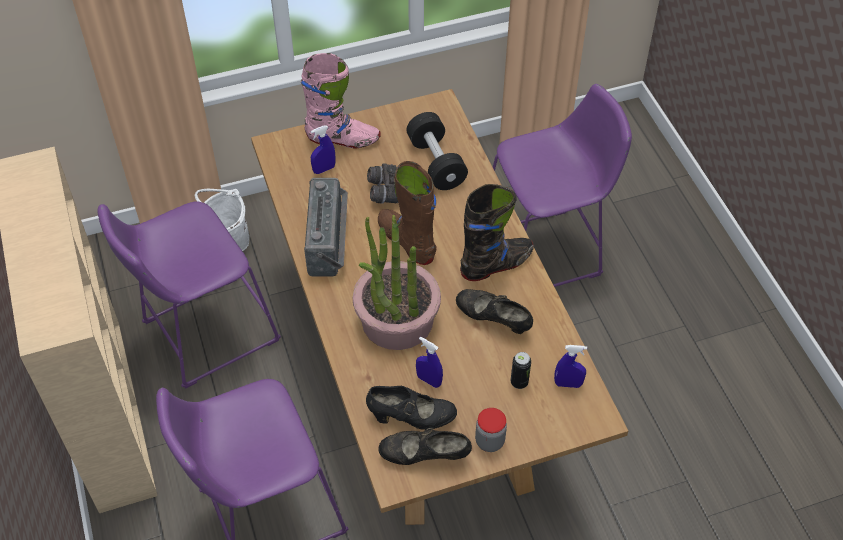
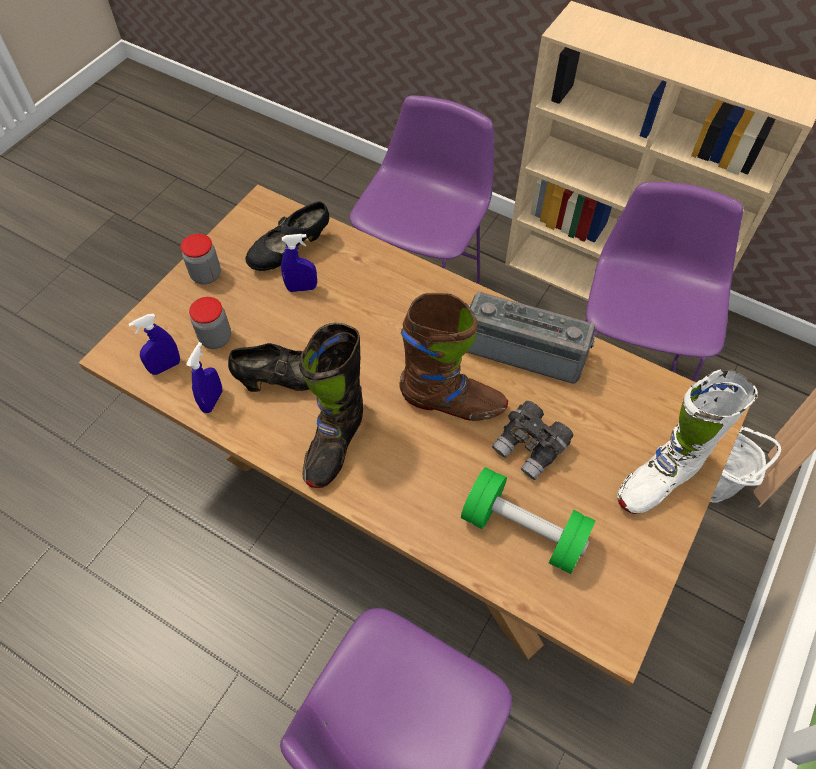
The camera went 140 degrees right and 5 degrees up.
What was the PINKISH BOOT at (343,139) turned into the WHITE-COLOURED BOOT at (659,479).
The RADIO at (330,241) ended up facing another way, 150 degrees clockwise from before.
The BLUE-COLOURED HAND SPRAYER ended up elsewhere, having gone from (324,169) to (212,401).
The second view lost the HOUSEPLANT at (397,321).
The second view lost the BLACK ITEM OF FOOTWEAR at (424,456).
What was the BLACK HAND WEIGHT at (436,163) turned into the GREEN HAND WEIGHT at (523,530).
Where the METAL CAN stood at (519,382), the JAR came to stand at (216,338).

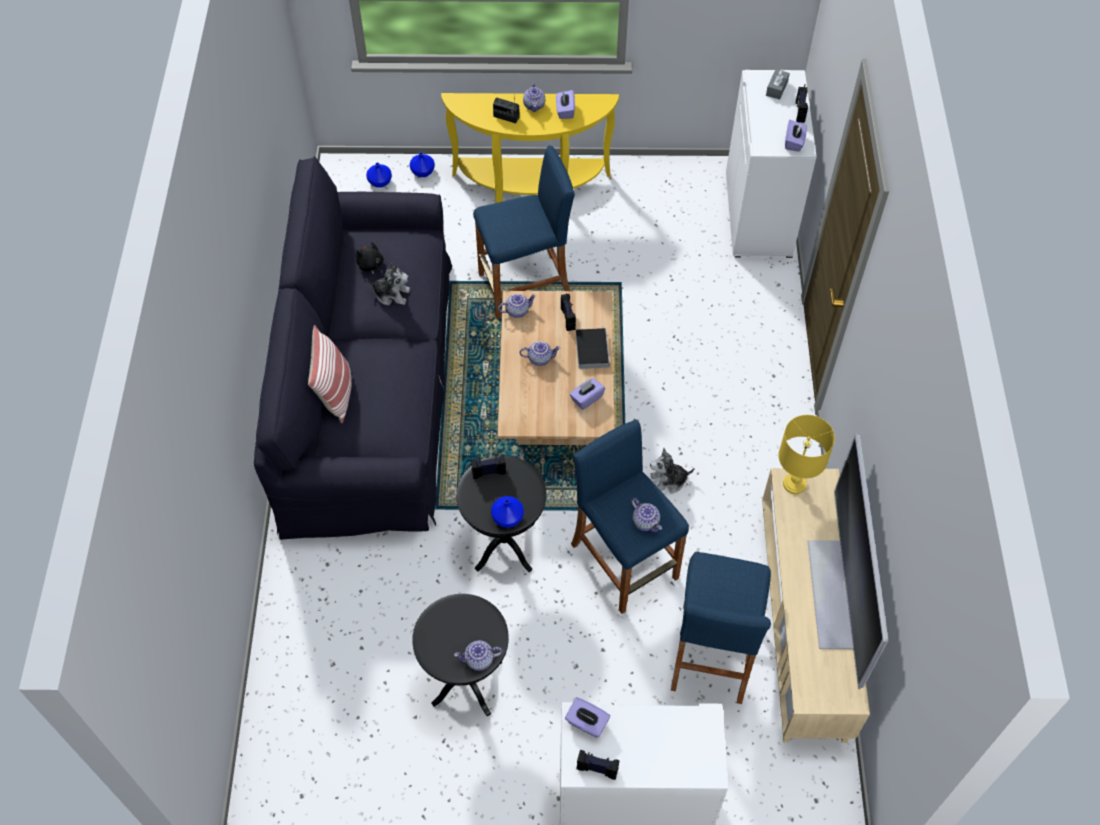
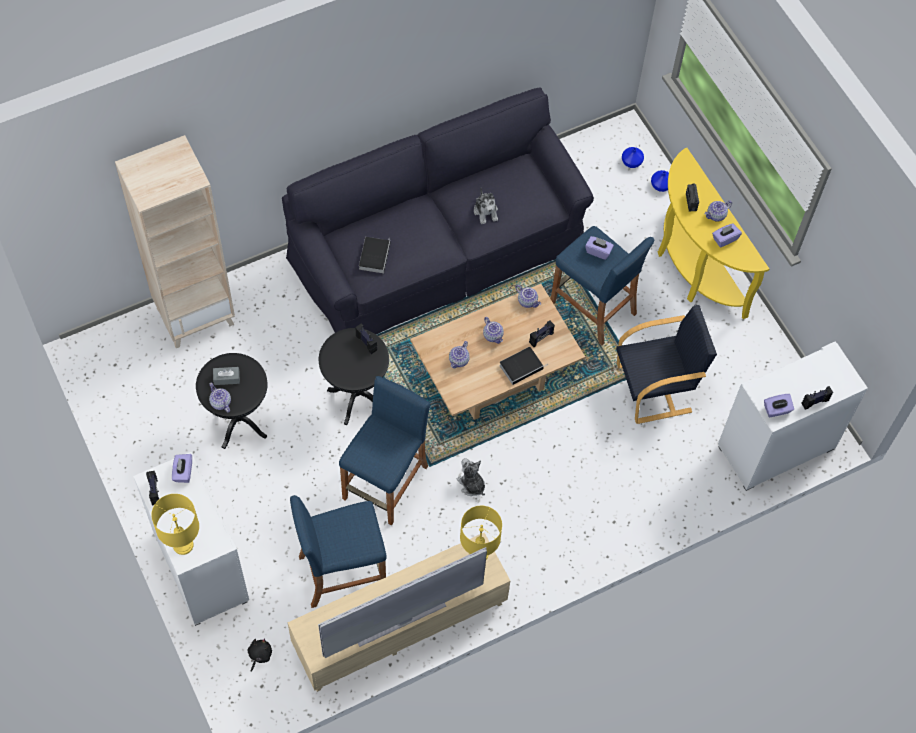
The camera went 60 degrees right and 5 degrees up.
The second view lost the THROW PILLOW at (335,393).
The BLACK PLUSH TOY ended up elsewhere, having gone from (371,266) to (259,655).
The second view lost the BLUE-COLOURED FLOWER VASE at (508,517).
The PURPLE BOX OF TISSUES ended up elsewhere, having gone from (586,398) to (598,251).
The TEAPOT ended up elsewhere, having gone from (646,522) to (459,360).
The GREY BOX OF TISSUES ended up elsewhere, having gone from (776,88) to (226,378).
The second view gained the BEIGE BOOKCASE at (195,315).
The second view gained the YELLOW-COLOURED LAMP FOR A TABLE at (183,544).
The second view gained the BOOK at (374,255).
The second view gained the BLACK ARMCHAIR at (655,388).

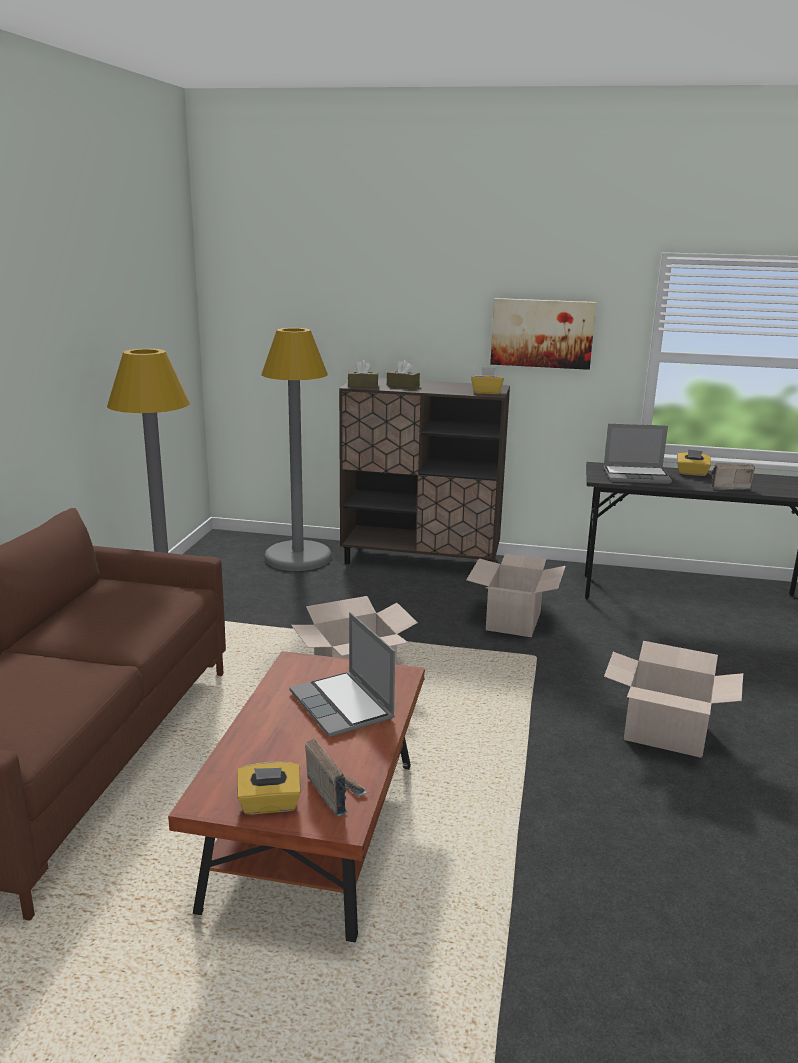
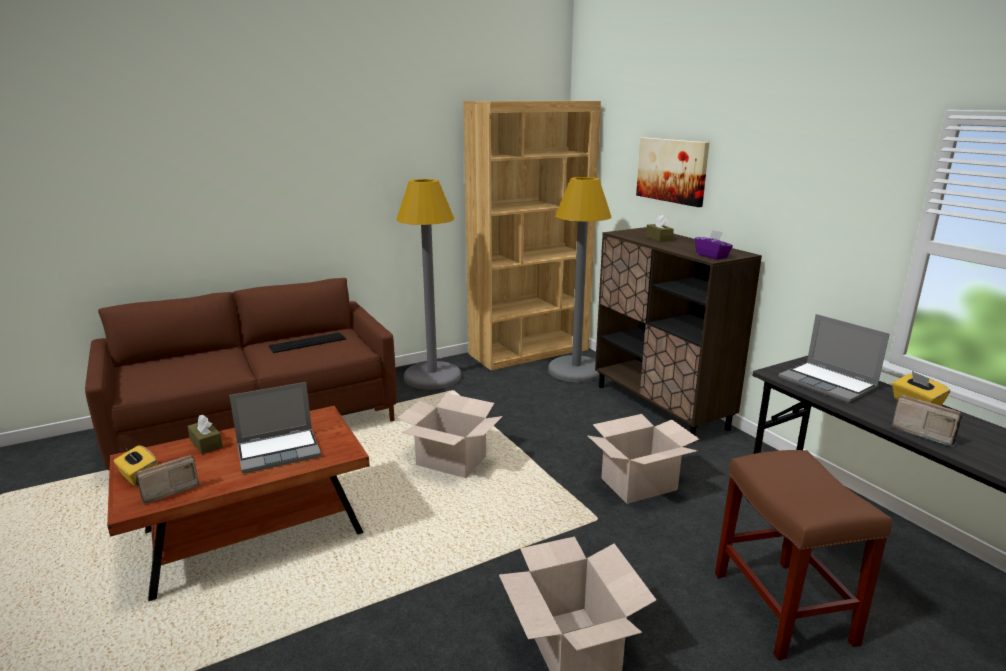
The camera went 50 degrees right and 0 degrees up.
The NOTEBOOK COMPUTER at (343,706) ended up facing another way, 135 degrees counterclockwise from before.
The RADIO at (335,791) ended up facing another way, 150 degrees counterclockwise from before.
The BROWNISH BOX OF TISSUES ended up elsewhere, having gone from (363,385) to (206,444).
What was the YELLOW-COLOURED BOX OF TISSUES at (486,392) turned into the PURPLE BOX OF TISSUES at (712,256).
The WALL PICTURE ended up elsewhere, having gone from (542,333) to (672,170).
The second view gained the KEYBOARD at (307,342).
The second view gained the BROWNISH BOOKCASE at (529,351).
The second view gained the BROWNISH STOOL at (780,606).

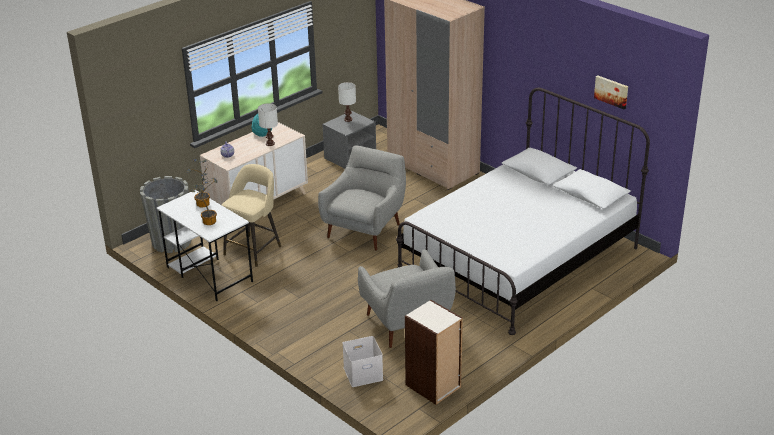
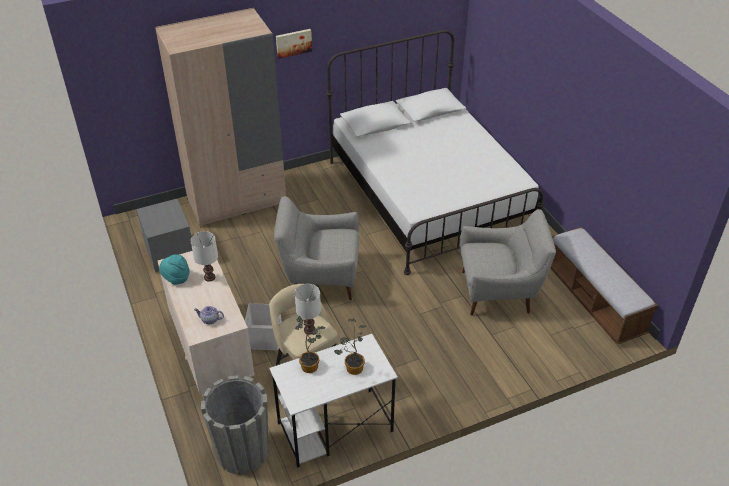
The camera went 70 degrees left and 10 degrees up.
The GREY ARMCHAIR at (365,229) ended up facing another way, 45 degrees counterclockwise from before.
The WHITE-COLOURED LAMP FOR A TABLE ended up elsewhere, having gone from (347,119) to (309,330).
The WHITE-COLOURED STORAGE CONTAINER ended up elsewhere, having gone from (362,374) to (265,338).
Where the BOOKCASE stood at (433,386), the INDOOR BENCH came to stand at (594,300).
The WALL PICTURE ended up elsewhere, having gone from (611,91) to (293,43).

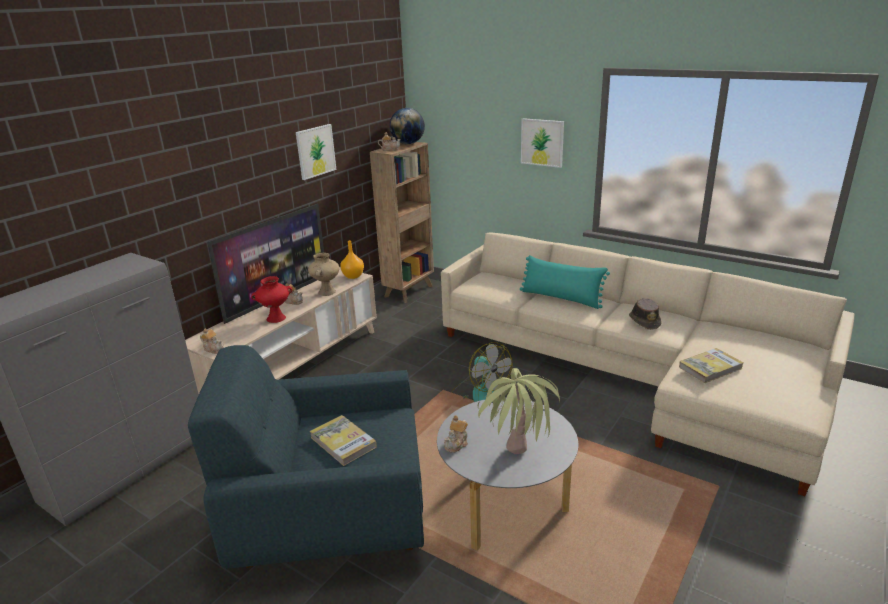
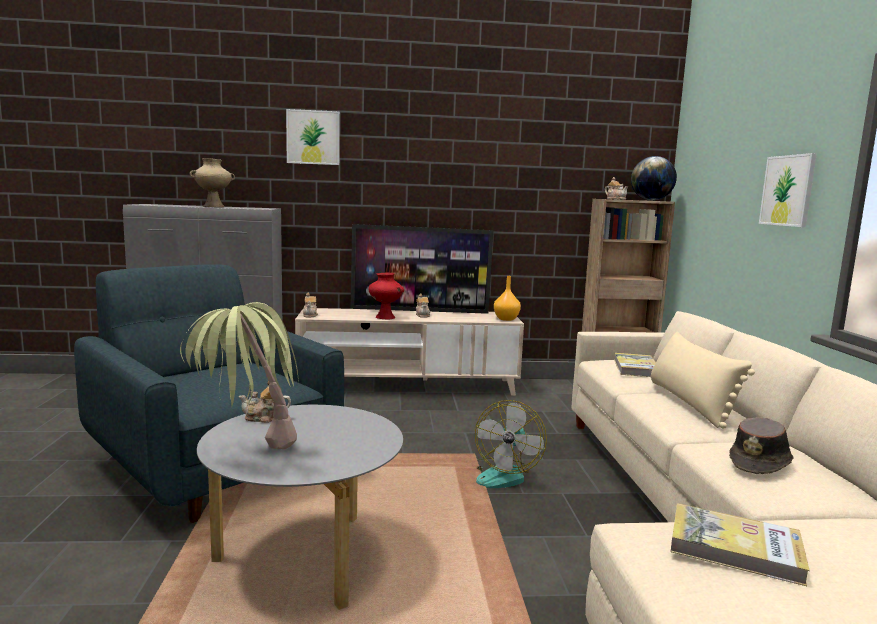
The camera went 50 degrees right and 15 degrees down.
The WALL PICTURE ended up elsewhere, having gone from (315,151) to (313,137).
The BEIGE FLOWER VASE ended up elsewhere, having gone from (326,292) to (214,206).
The BOOK ended up elsewhere, having gone from (343,442) to (636,368).
What was the BLUE-GREEN THROW PILLOW at (561,298) turned into the BEIGE THROW PILLOW at (690,403).

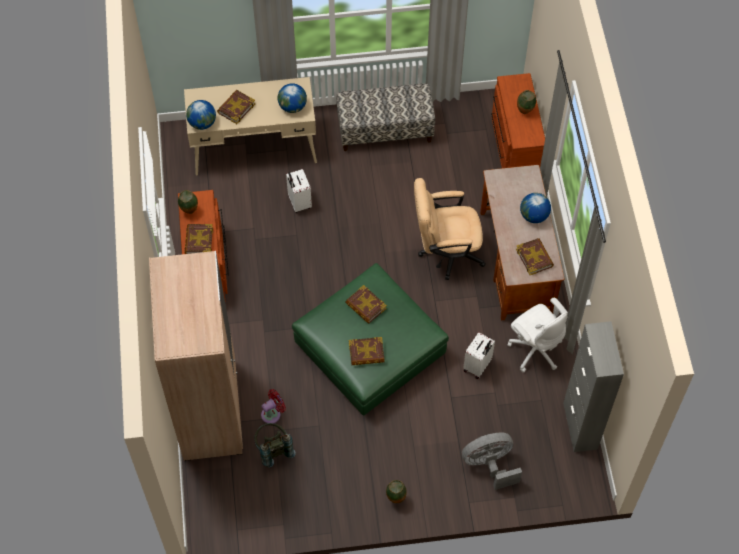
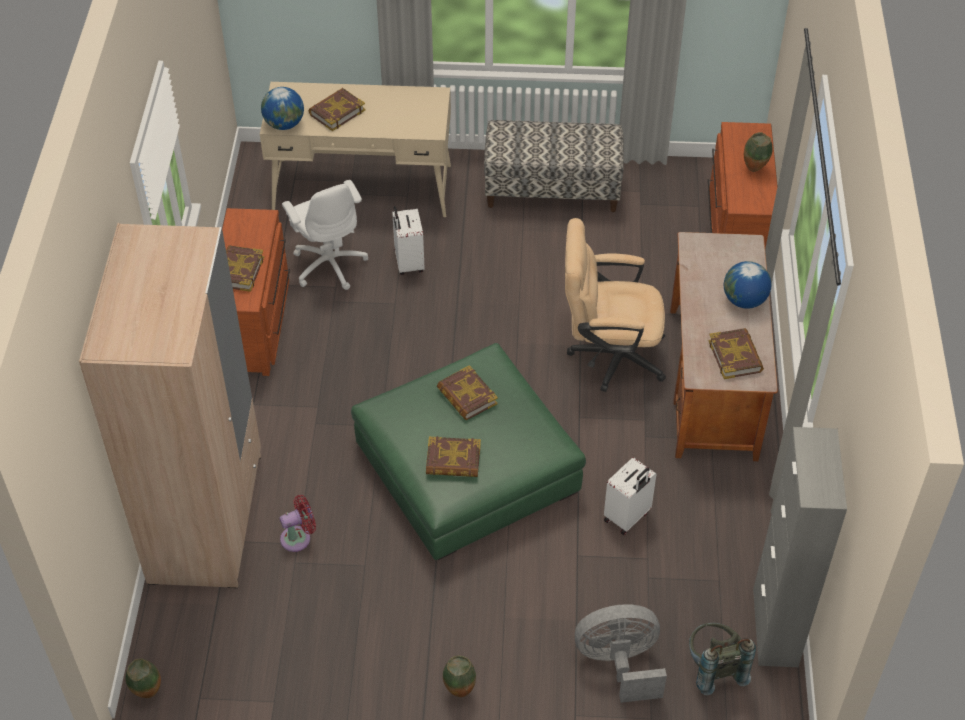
The camera went 10 degrees right and 10 degrees down.
The FLOWER VASE ended up elsewhere, having gone from (190,212) to (148,694).
The GREY KNAPSACK ended up elsewhere, having gone from (273,449) to (713,668).
The second view lost the GLOBE at (292,107).
The WHITE-COLOURED OFFICE CHAIR ended up elsewhere, having gone from (535,349) to (329,264).

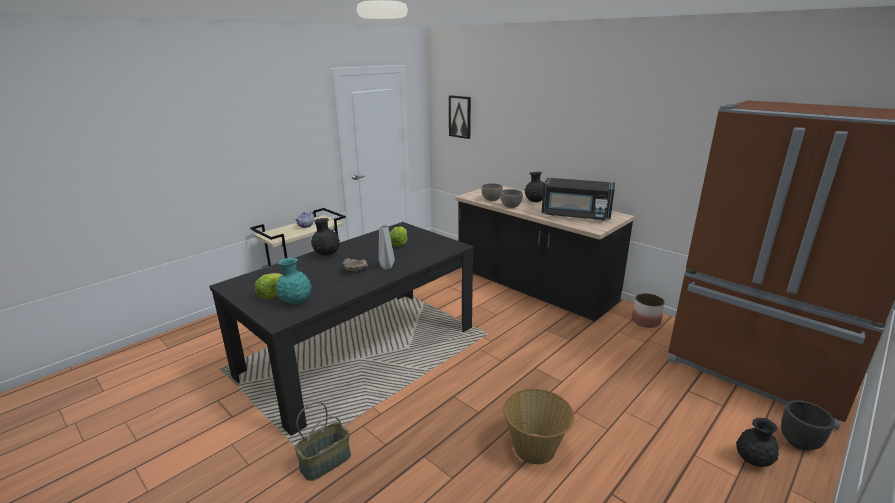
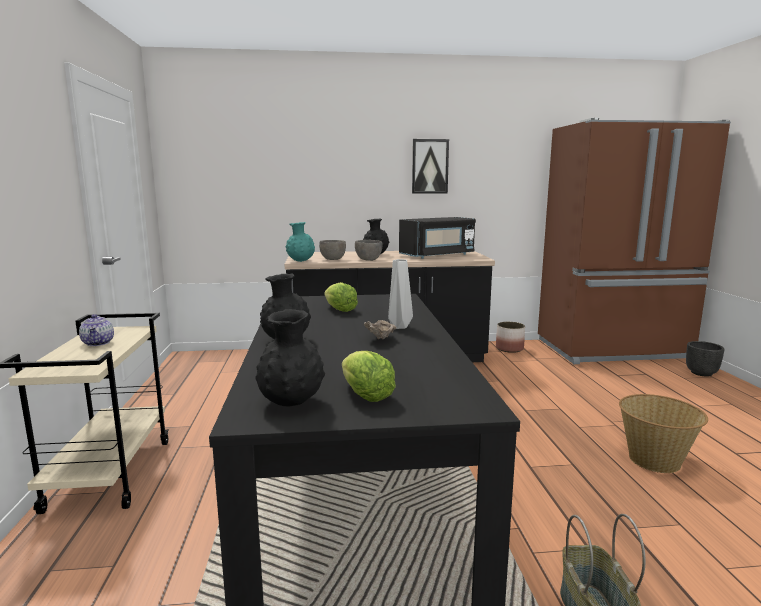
The camera went 50 degrees left and 10 degrees down.
The BLUE-GREEN FLOWER VASE ended up elsewhere, having gone from (296,302) to (300,261).
The WALL PICTURE ended up elsewhere, having gone from (460,116) to (430,166).
The BLACK FLOWER VASE ended up elsewhere, having gone from (752,461) to (291,403).

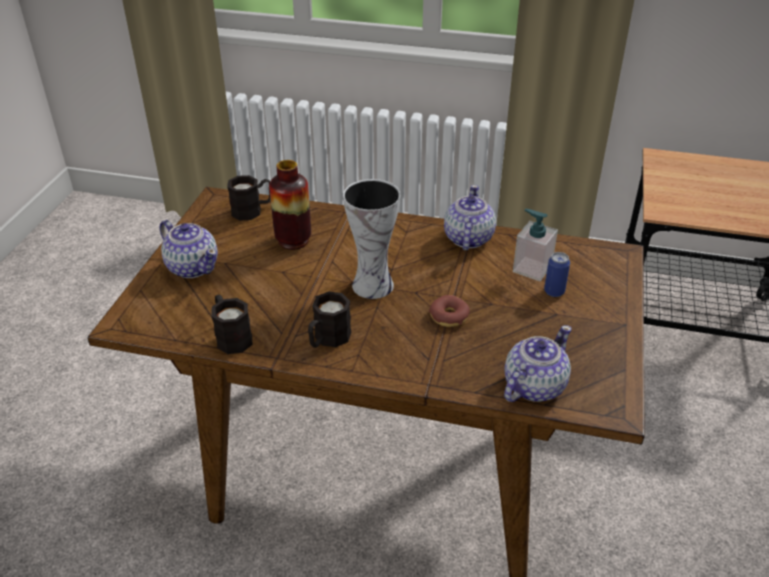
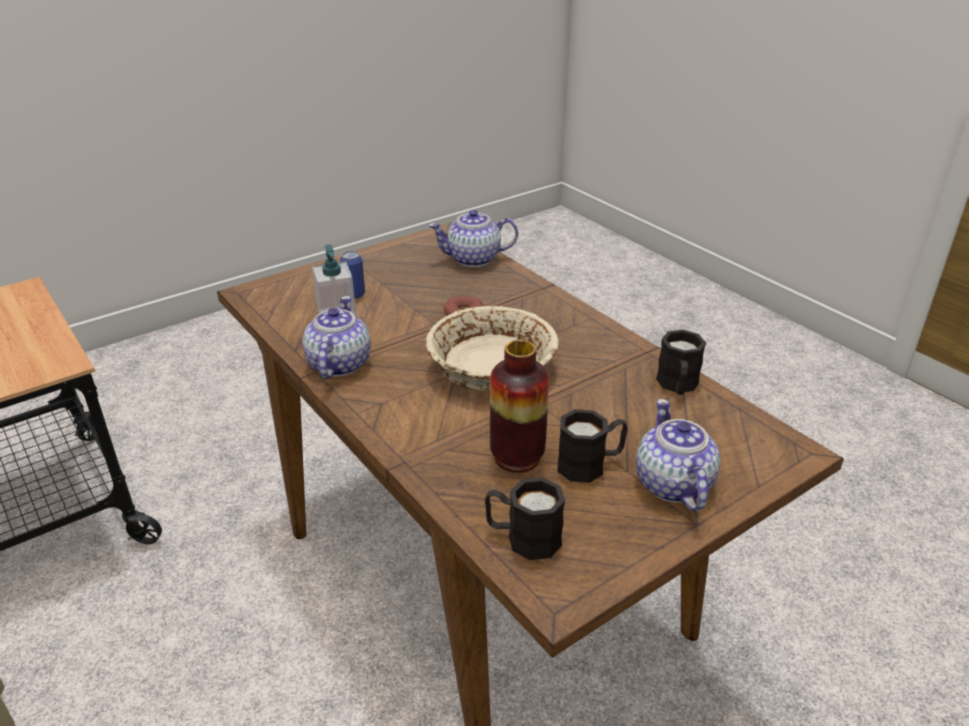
The camera went 140 degrees left and 5 degrees down.
The BLACK MUG ended up elsewhere, having gone from (328,339) to (590,464).
Where the FLOWER VASE stood at (372,284), the BEIGE BOWL came to stand at (491,369).
The TEAPOT at (467,239) ended up facing another way, 135 degrees clockwise from before.

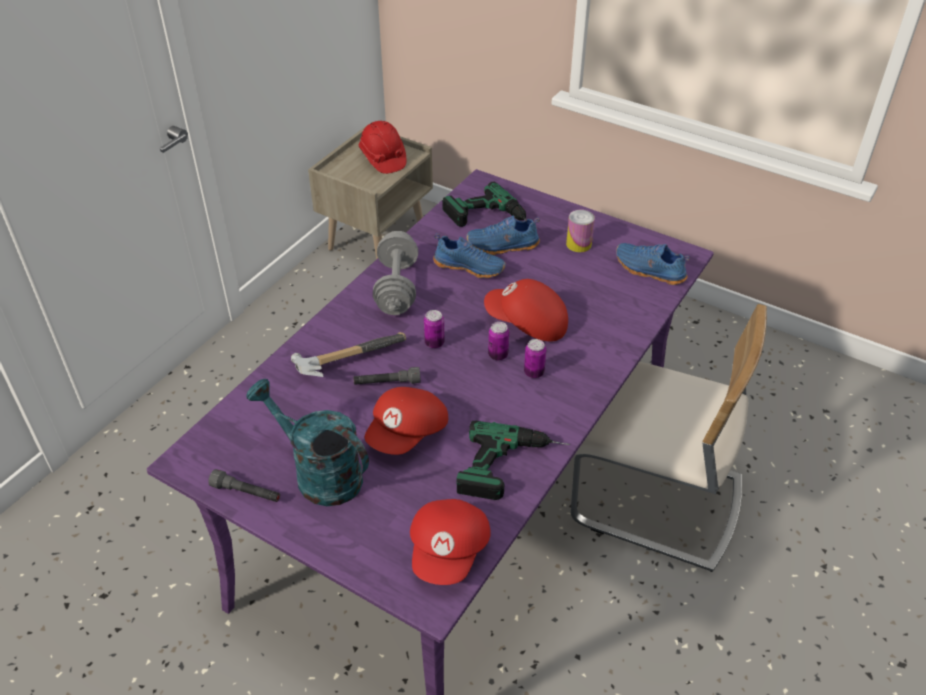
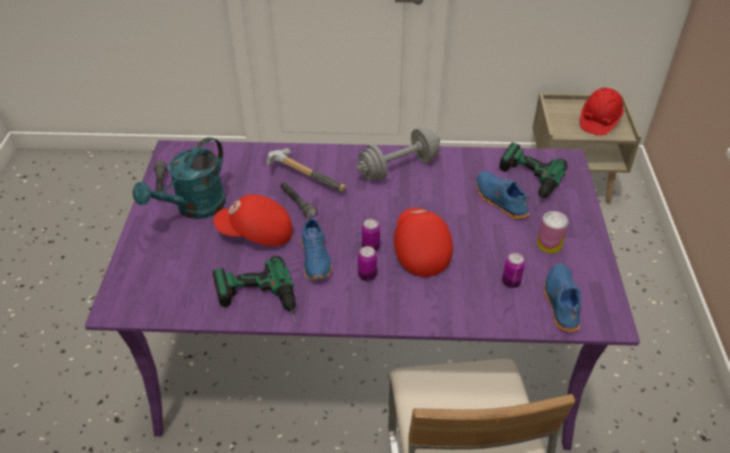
The camera went 60 degrees right and 0 degrees up.
The BLUE-GREEN WATERING POT at (319,473) ended up facing another way, 150 degrees counterclockwise from before.
The second view lost the REDDISH PEAKED CAP at (449,551).
The METAL CAN ended up elsewhere, having gone from (434,343) to (510,282).
The BLUE-COLOURED ITEM OF FOOTWEAR ended up elsewhere, having gone from (470,266) to (316,259).

